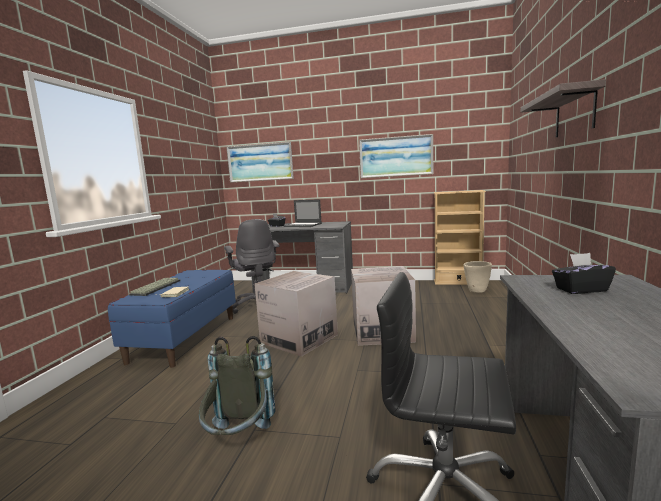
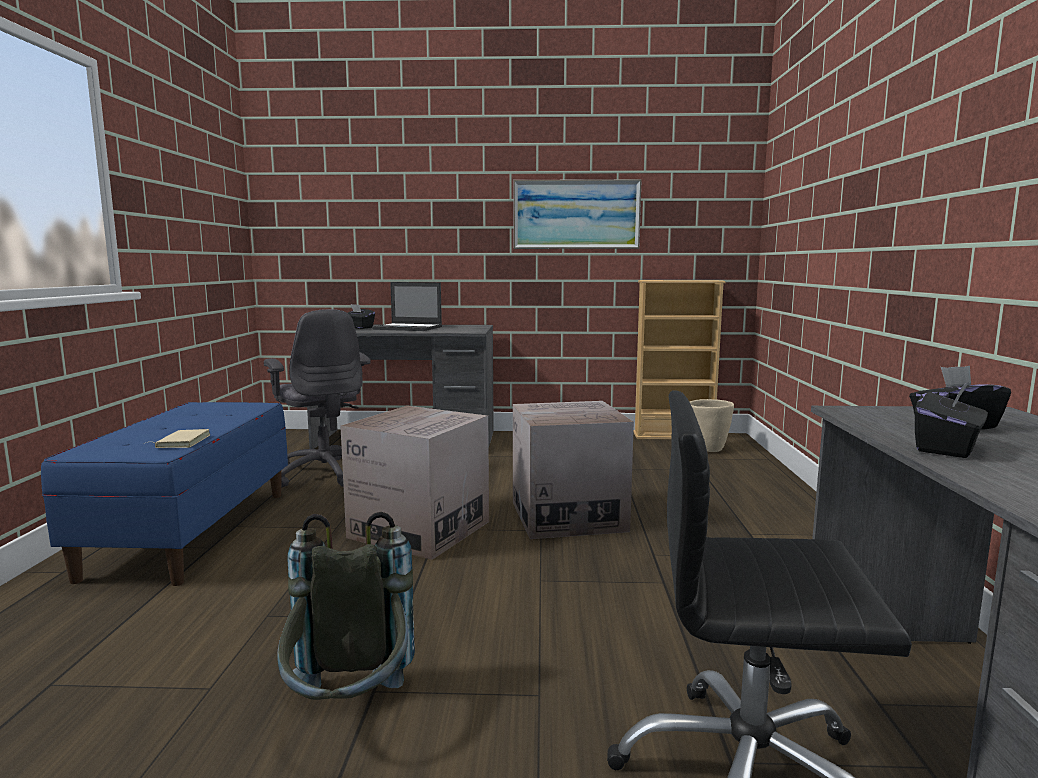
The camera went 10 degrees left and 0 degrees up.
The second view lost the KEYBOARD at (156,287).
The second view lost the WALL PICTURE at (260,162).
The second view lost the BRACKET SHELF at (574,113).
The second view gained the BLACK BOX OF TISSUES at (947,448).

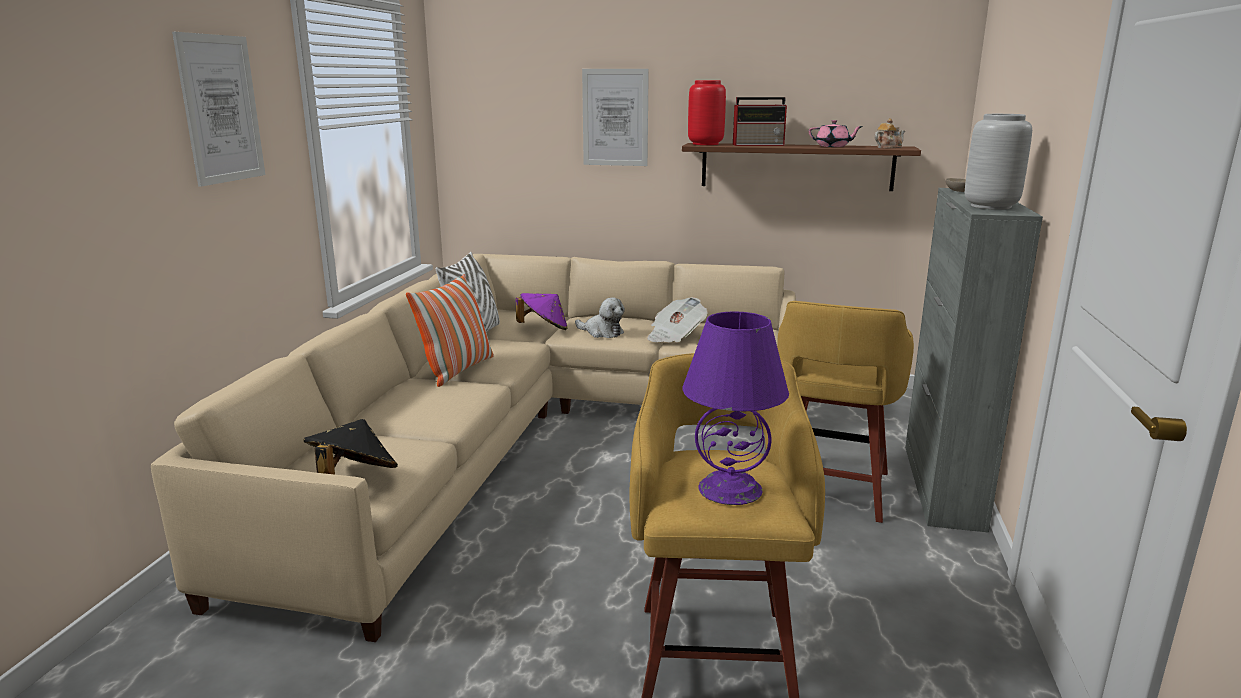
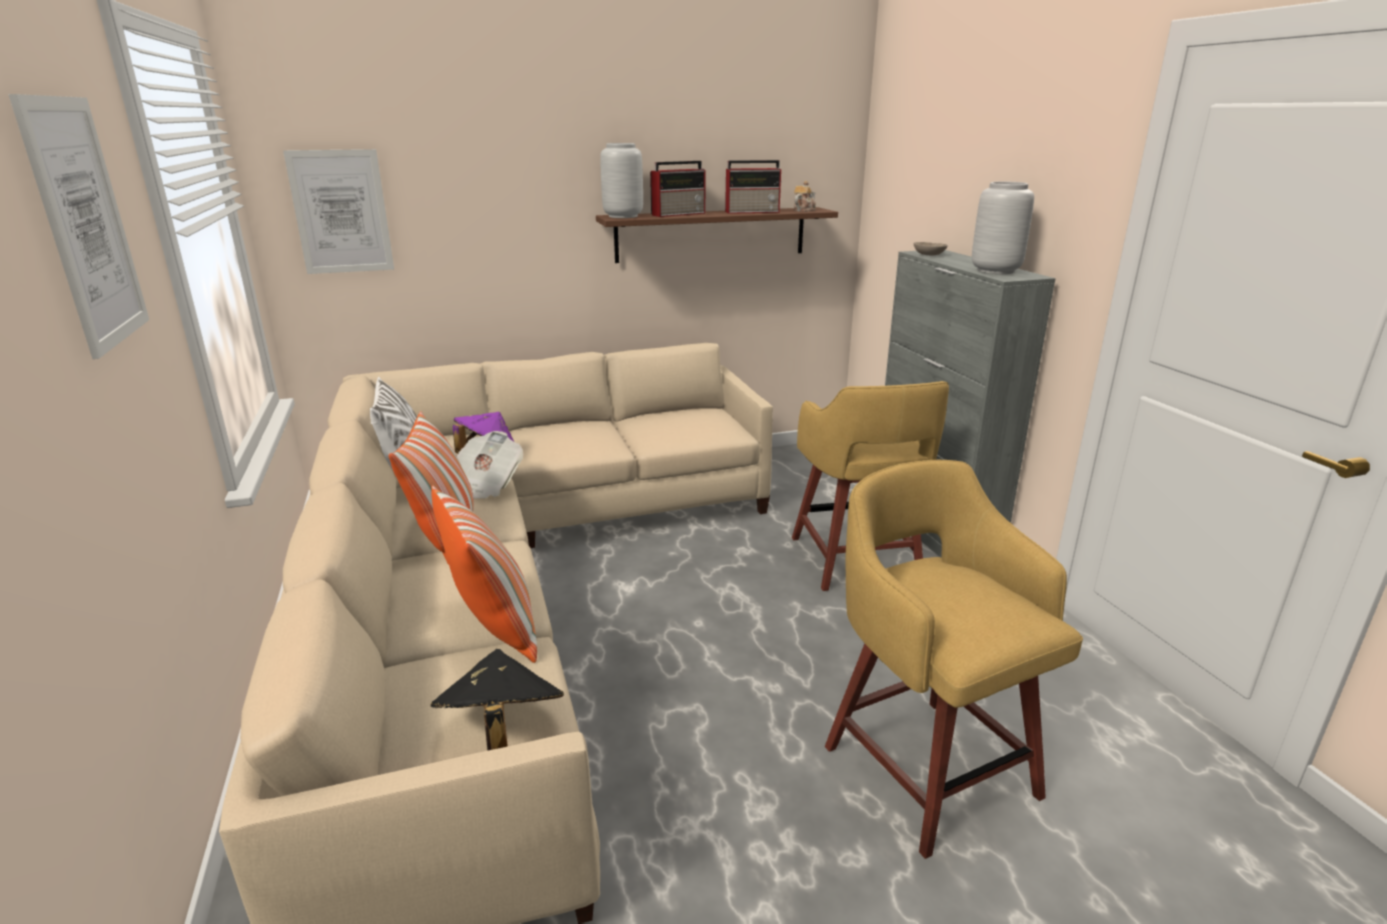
The camera went 30 degrees left and 5 degrees up.
The second view lost the PLUSH TOY at (602,332).
The WALL PICTURE ended up elsewhere, having gone from (615,117) to (341,212).
The NEWSPAPER ended up elsewhere, having gone from (675,336) to (485,486).
The second view lost the PURPLE LAMP FOR A TABLE at (730,488).
What was the REDDISH FLOWER VASE at (705,144) turned into the GREY FLOWER VASE at (622,216).
Where the PINKISH TEAPOT stood at (833,146), the RADIO came to stand at (753,212).
The second view gained the THROW PILLOW at (494,628).

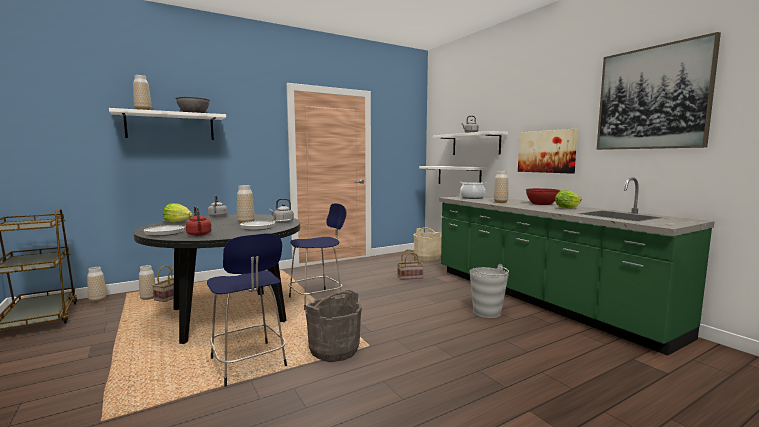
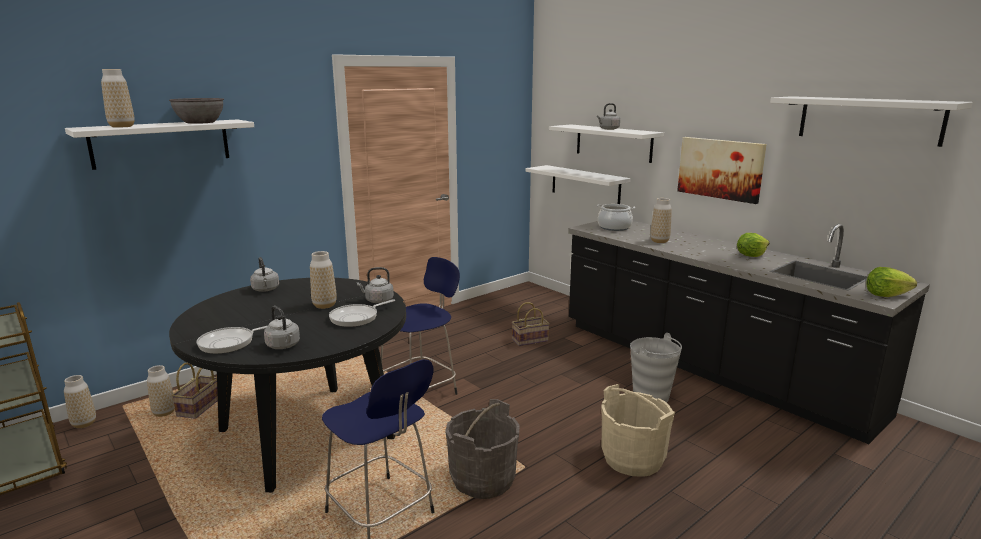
The camera went 10 degrees left and 10 degrees up.
The LETTUCE HEAD ended up elsewhere, having gone from (177,222) to (886,295).
What was the REDDISH TEA KETTLE at (199,235) turned into the GREY TEA KETTLE at (284,346).
The BEIGE BUCKET ended up elsewhere, having gone from (427,257) to (632,459).
What was the GREEN KITCHEN BASE UNIT at (539,299) turned into the BLACK KITCHEN BASE UNIT at (707,367).
The second view lost the REDDISH BOWL at (541,204).
Where the WALL PICTURE hung at (652,98), the WHITE-COLOURED BRACKET SHELF came to hang at (869,120).

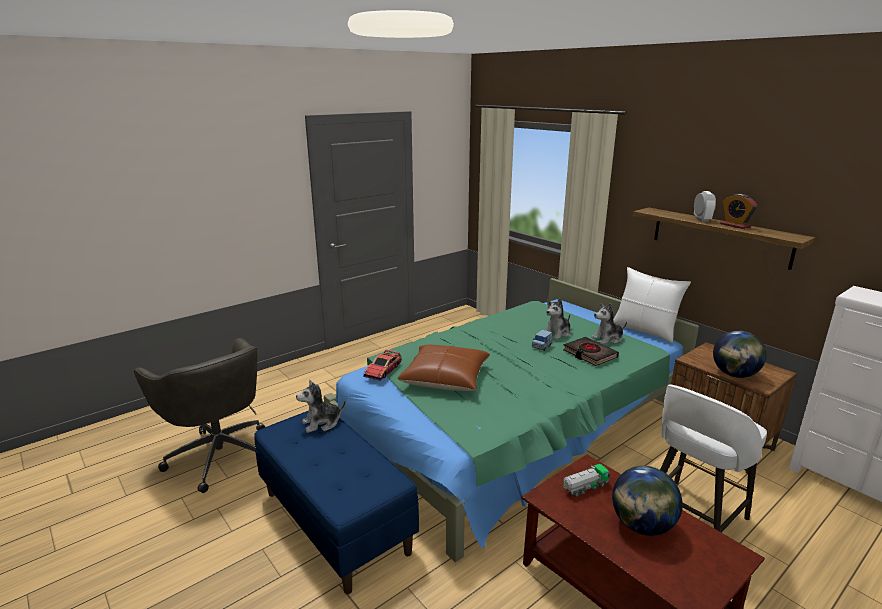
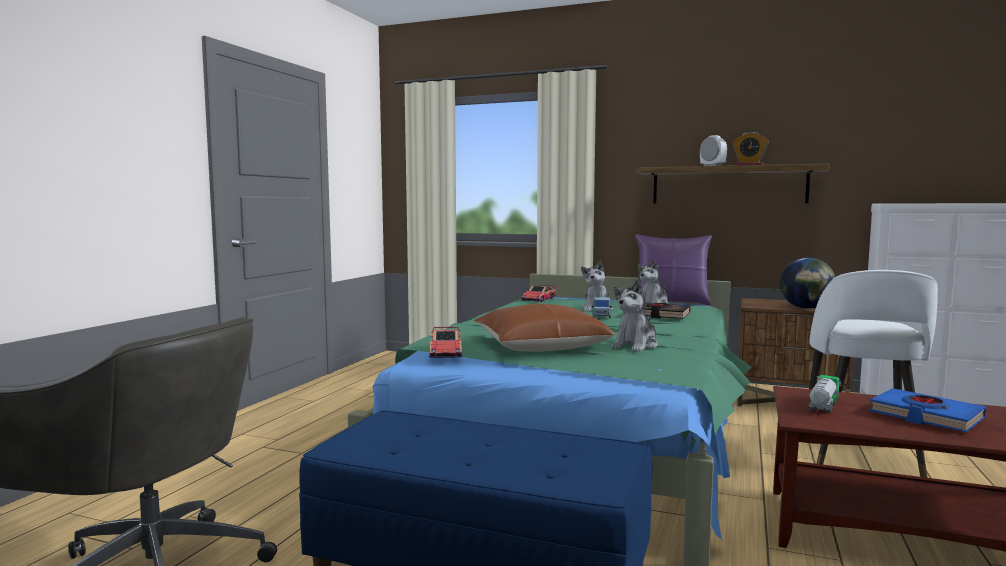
The camera went 30 degrees left and 15 degrees down.
The PLUSH TOY ended up elsewhere, having gone from (321,423) to (635,345).
Where the GLOBE stood at (642,525), the BLUE-COLOURED BOOK came to stand at (925,416).
What was the WHITE-COLOURED THROW PILLOW at (644,330) turned into the PURPLE THROW PILLOW at (671,302).
The second view gained the TOY CAR at (538,299).

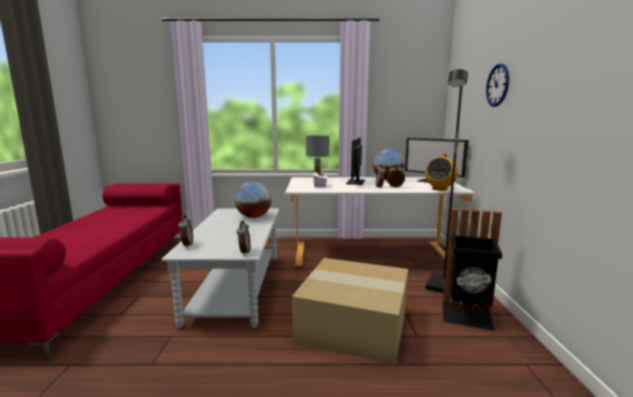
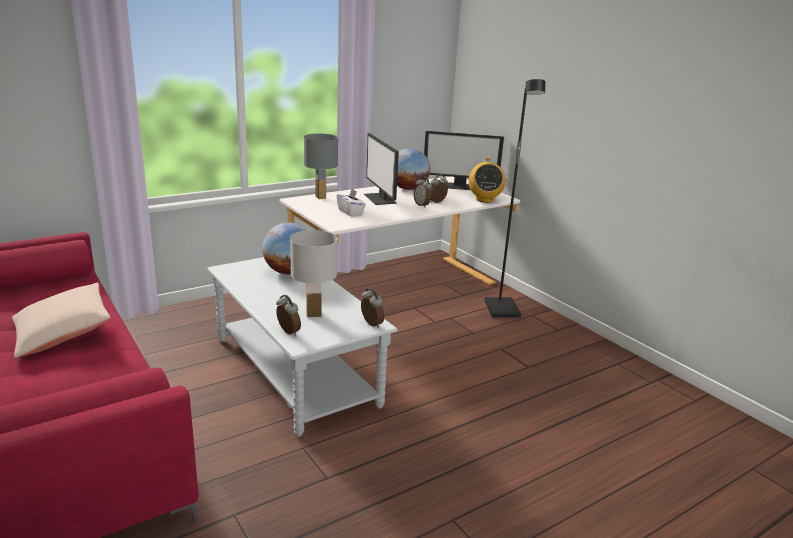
The camera went 35 degrees left and 10 degrees up.
The second view lost the CARTON at (355,323).
The second view lost the BLACK WASTE BIN at (467,316).
The second view lost the CLOCK ON THE WALL at (497,85).
The second view gained the BEIGE THROW PILLOW at (62,334).
The second view gained the WHITE-COLOURED LAMP FOR A TABLE at (313,314).

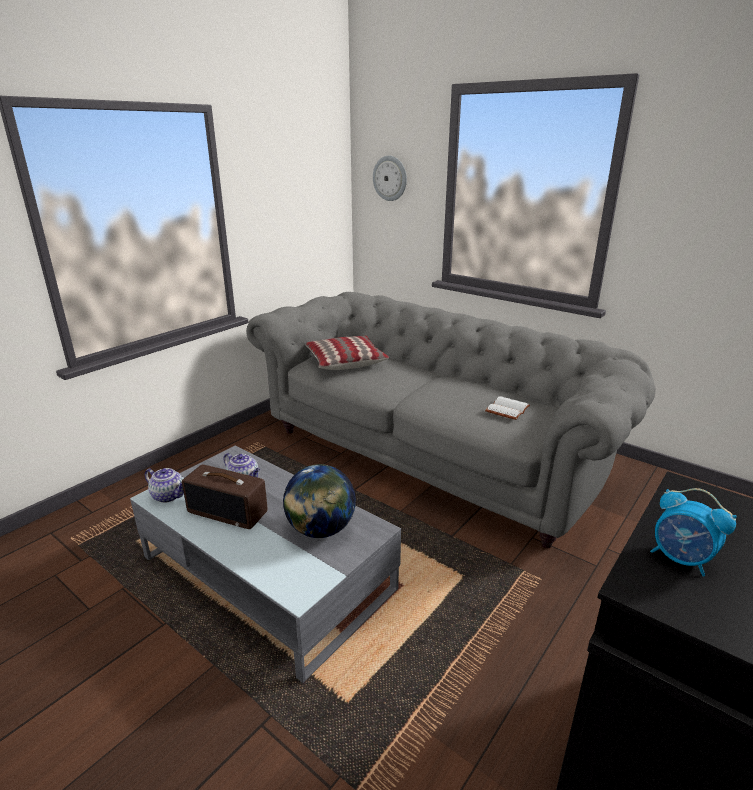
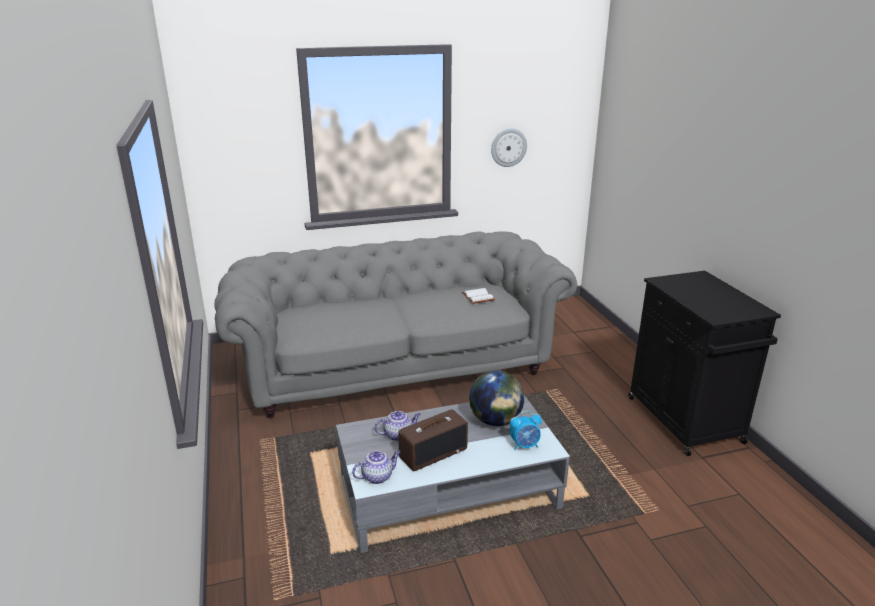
The camera went 55 degrees left and 0 degrees up.
The second view lost the THROW PILLOW at (345,361).
The CLOCK ON THE WALL ended up elsewhere, having gone from (390,178) to (508,147).
The BEDSIDE CLOCK ended up elsewhere, having gone from (681,559) to (525,445).

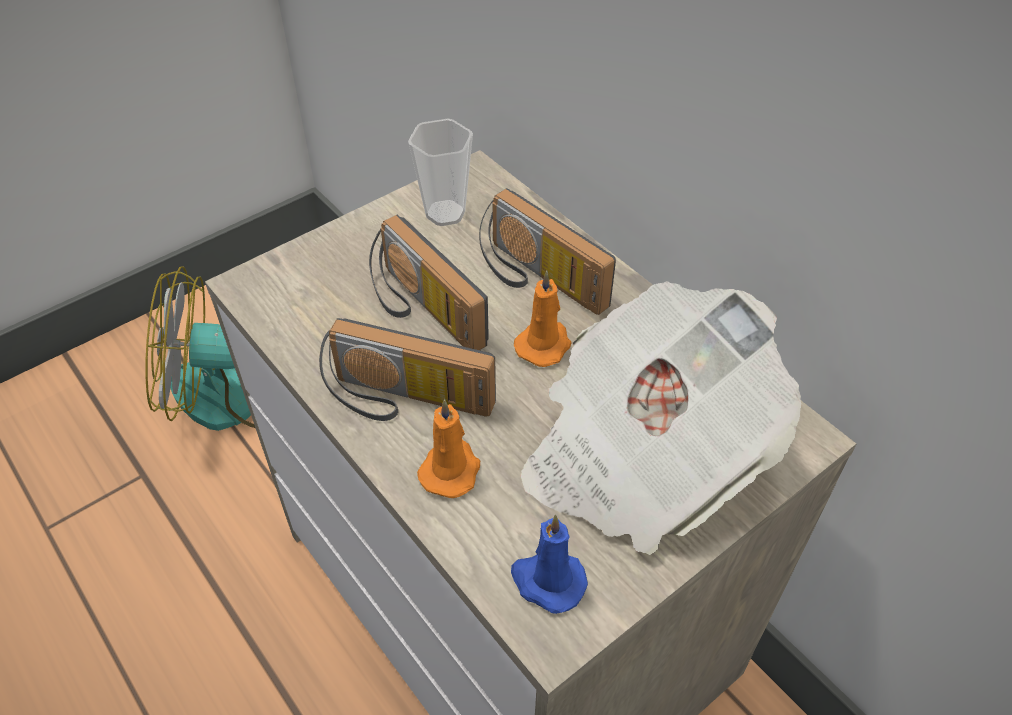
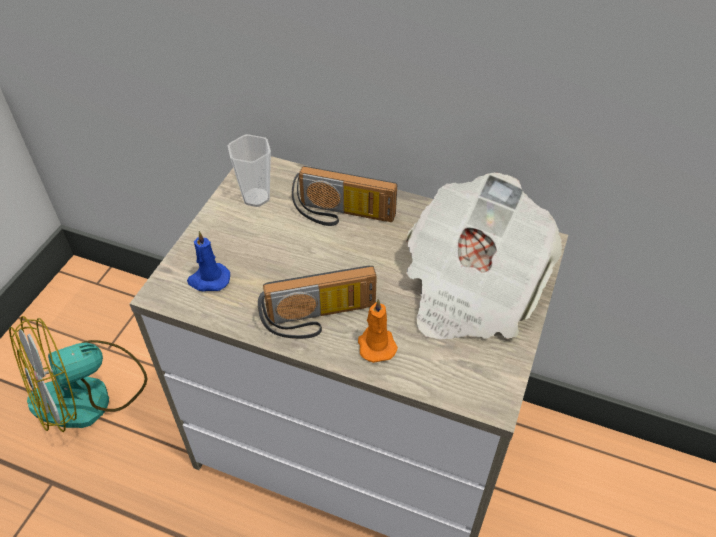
The camera went 30 degrees left and 0 degrees up.
The second view lost the RADIO at (420,310).
The BLUE-COLOURED CANDLE ended up elsewhere, having gone from (547,581) to (208,279).
The second view lost the ORANGE-COLOURED CANDLE at (544,344).

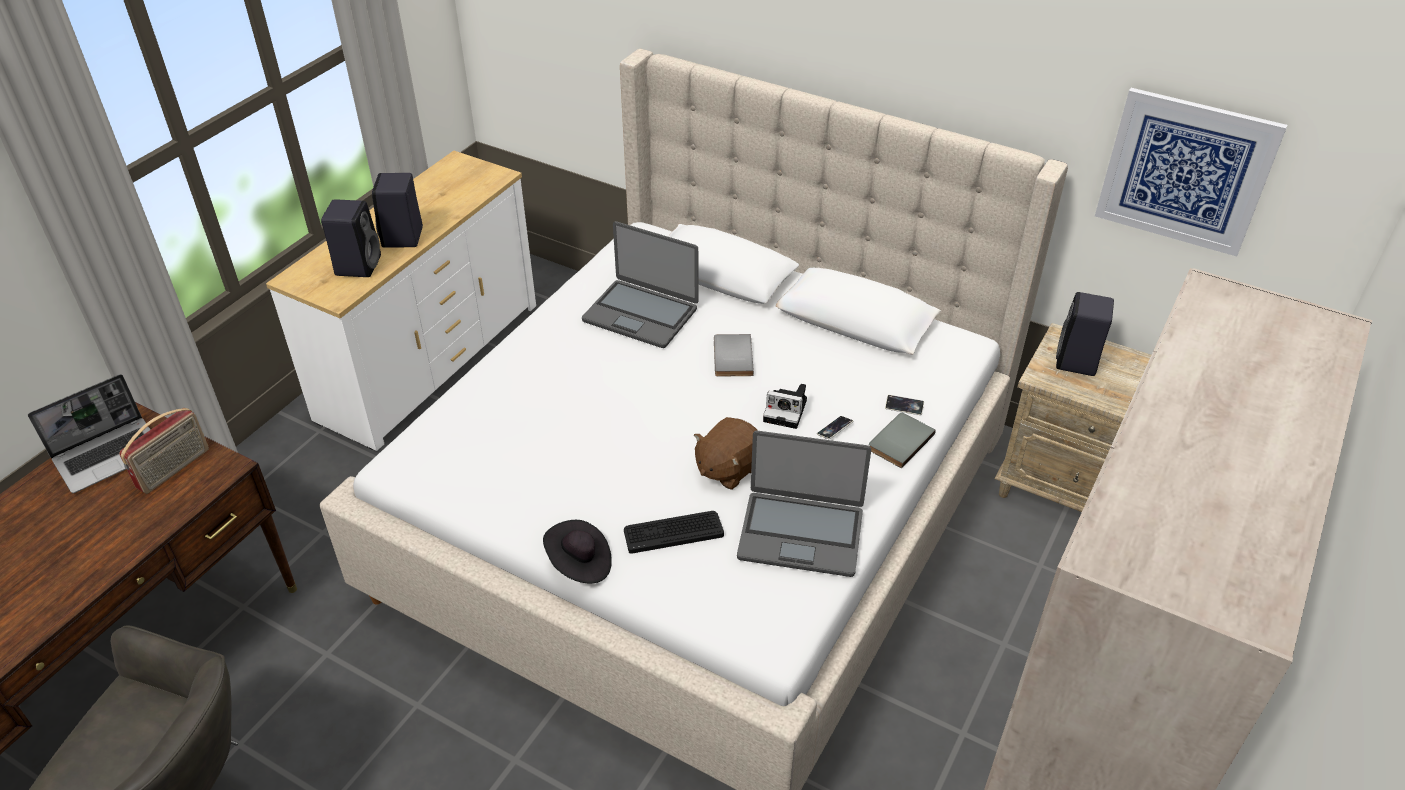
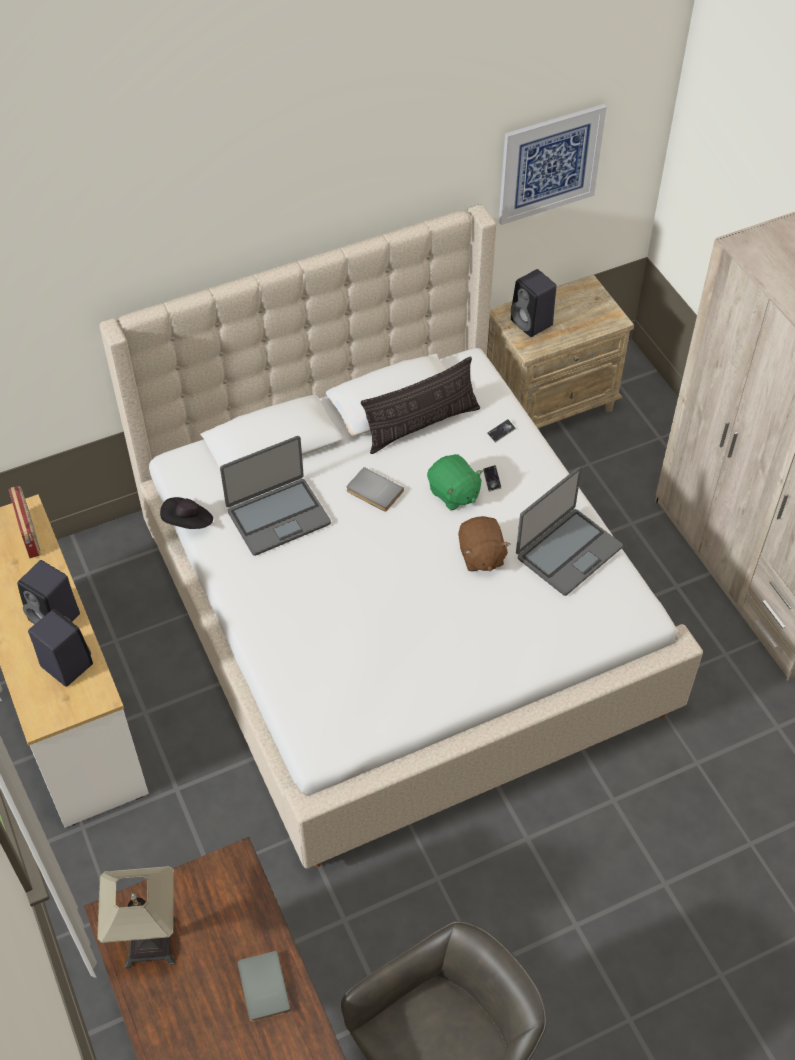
The camera went 55 degrees left and 10 degrees up.
Where the NOTEBOOK COMPUTER stood at (110,455), the LAMP FOR A TABLE came to stand at (149,942).
The RADIO ended up elsewhere, having gone from (174,469) to (29,534).
The BLACK CLOTHING HAT ended up elsewhere, having gone from (579,563) to (188,522).
The second view lost the KEYBOARD at (673,532).
Where the STILL CAMERA stood at (787,411), the GREEN PLUSH TOY came to stand at (453,493).
The GREY BOOK ended up elsewhere, having gone from (899,441) to (261,988).
The second view gained the THROW PILLOW at (421,425).

